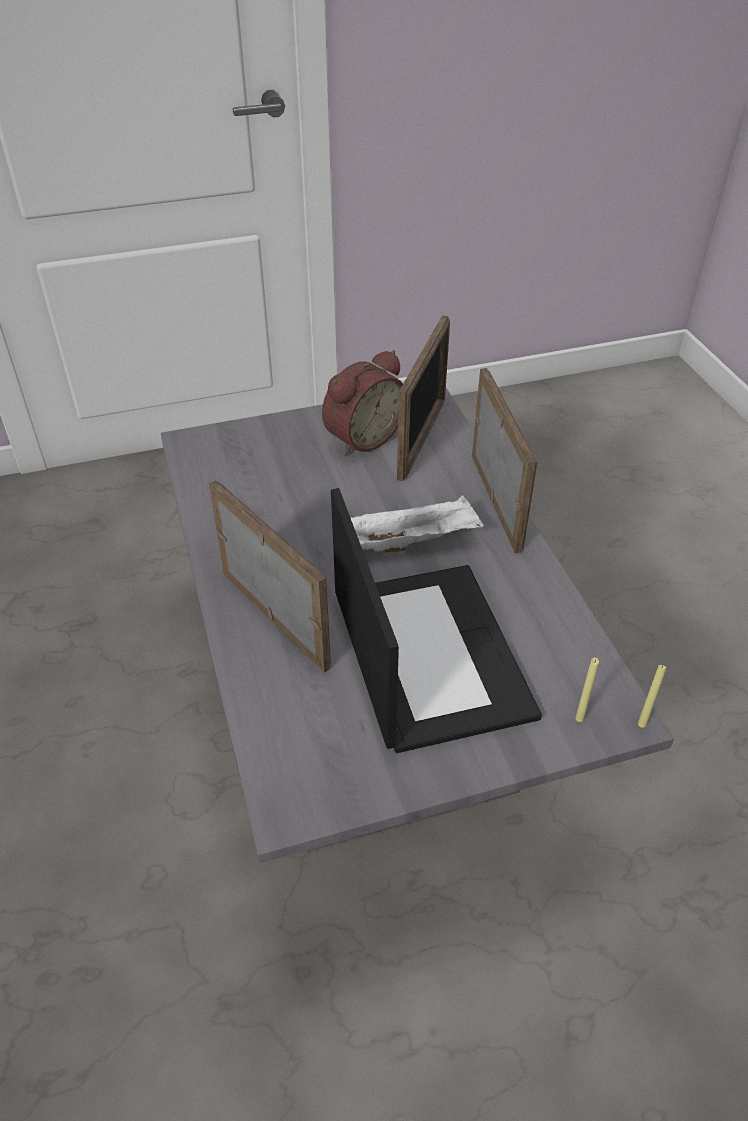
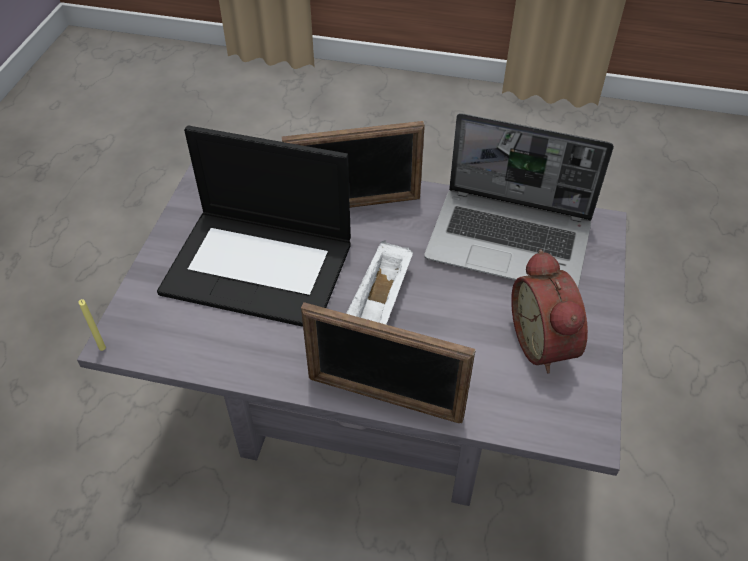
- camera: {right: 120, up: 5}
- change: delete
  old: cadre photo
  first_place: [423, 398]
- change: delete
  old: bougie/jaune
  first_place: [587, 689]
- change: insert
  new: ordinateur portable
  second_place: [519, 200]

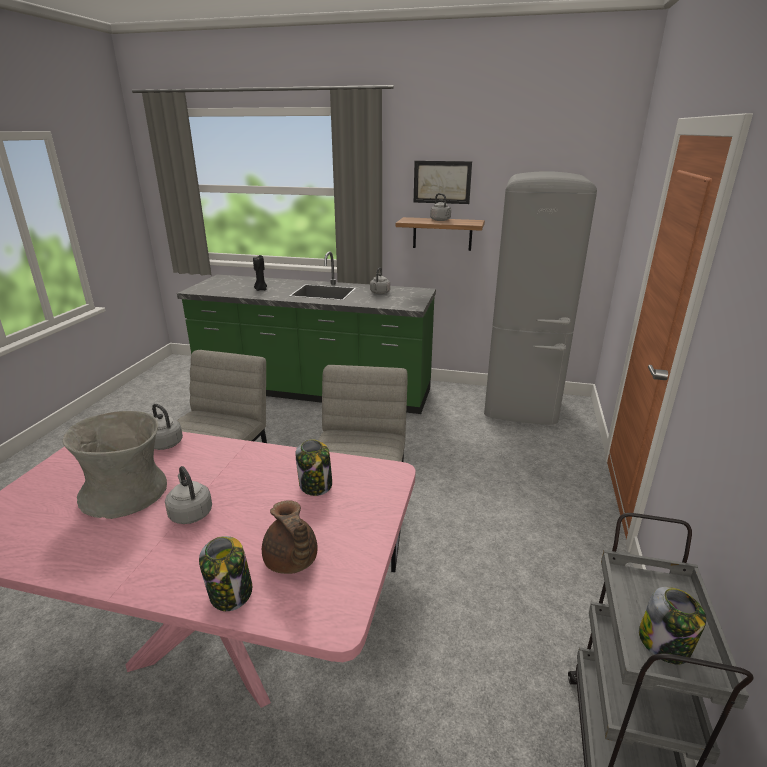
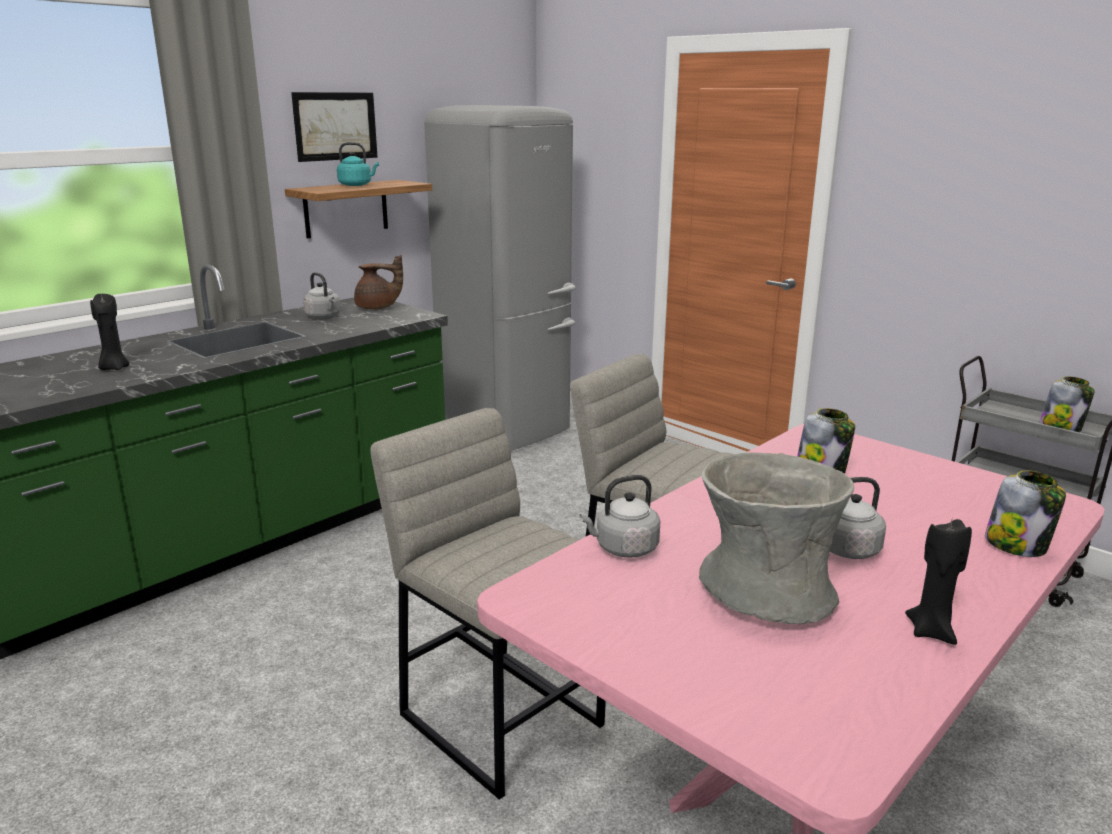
- camera: {right: -60, up: -5}
- change: recolor
  old: bouilloire/gris
  new: bouilloire/turquoise
  first_place: [440, 207]
  second_place: [358, 164]
- change: move
  old: théière/marron
  first_place: [290, 537]
  second_place: [378, 282]
- change: insert
  new: bougie/noir
  second_place: [938, 582]

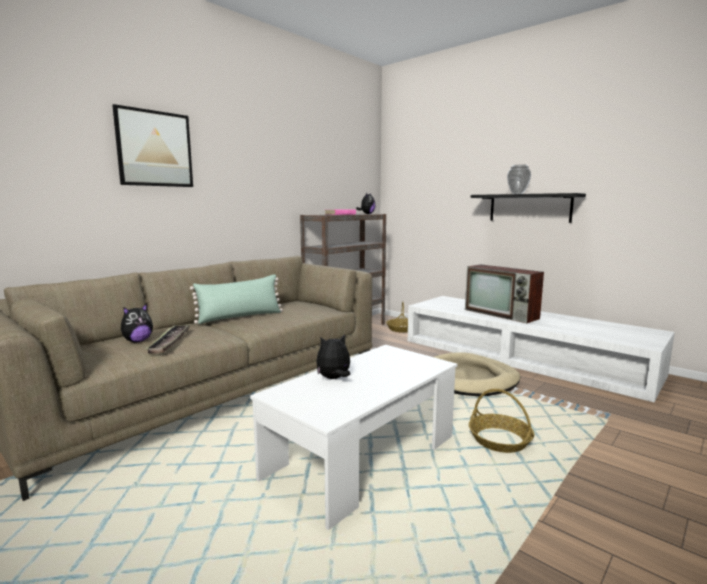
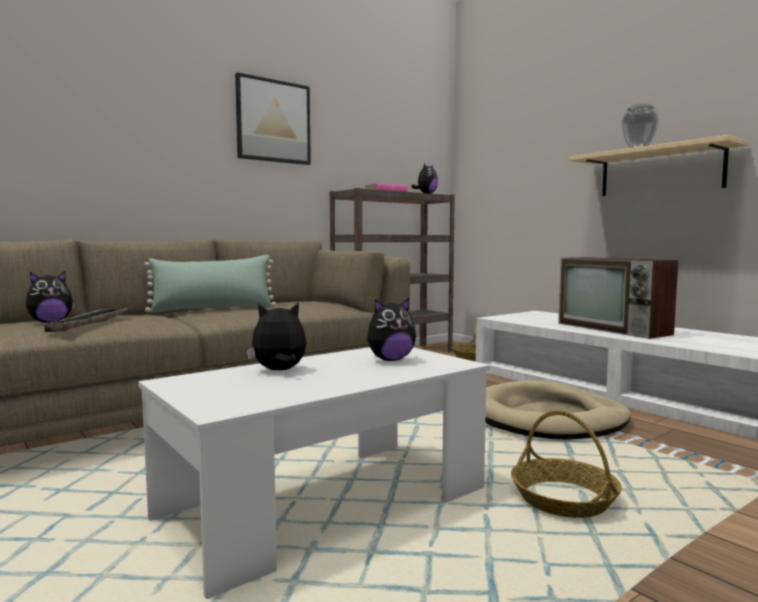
- camera: {right: 10, up: -5}
- change: move
  old: tableau
  first_place: [152, 145]
  second_place: [273, 118]
- change: recolor
  old: étagère/noir
  new: étagère/beige
  first_place: [528, 208]
  second_place: [658, 165]
- change: insert
  new: peluche
  second_place: [391, 329]

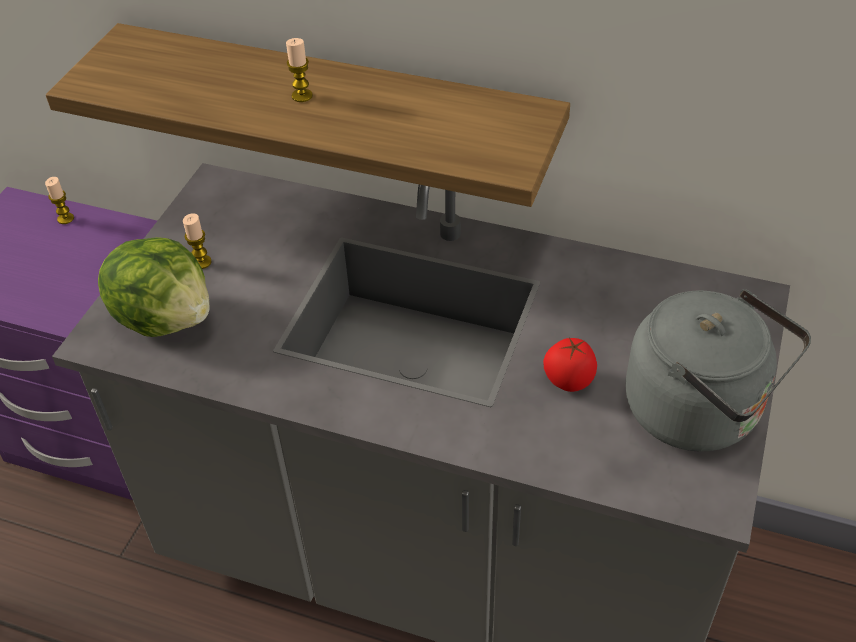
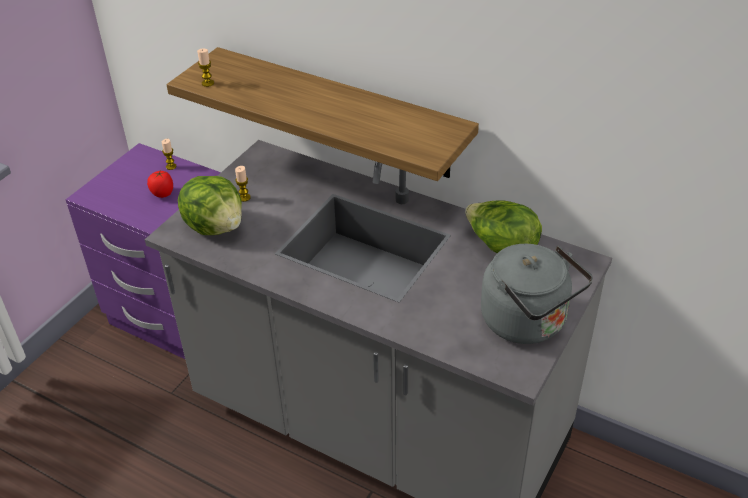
- camera: {right: 10, up: -5}
- change: move
  old: bougie
  first_place: [299, 70]
  second_place: [205, 68]
- change: move
  old: tomate
  first_place: [570, 365]
  second_place: [160, 184]
- change: insert
  new: laitue
  second_place: [503, 226]

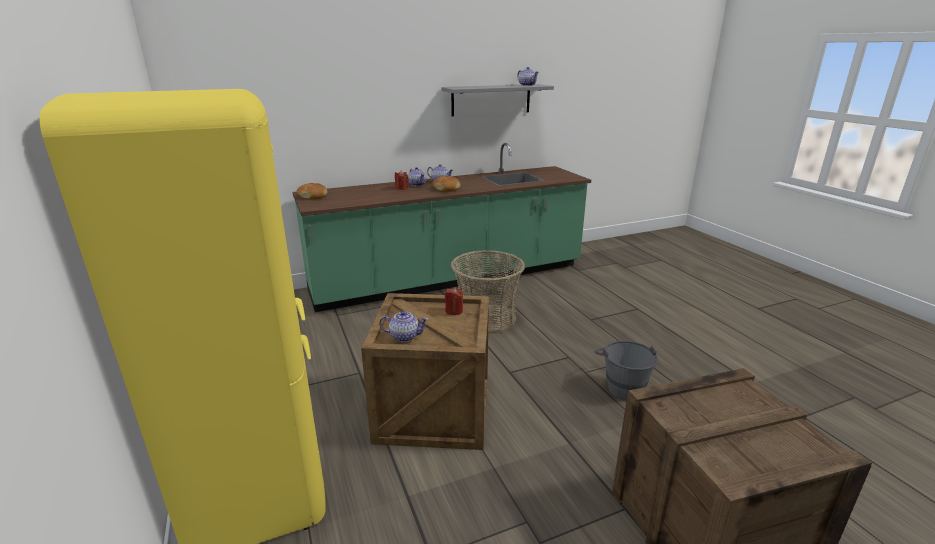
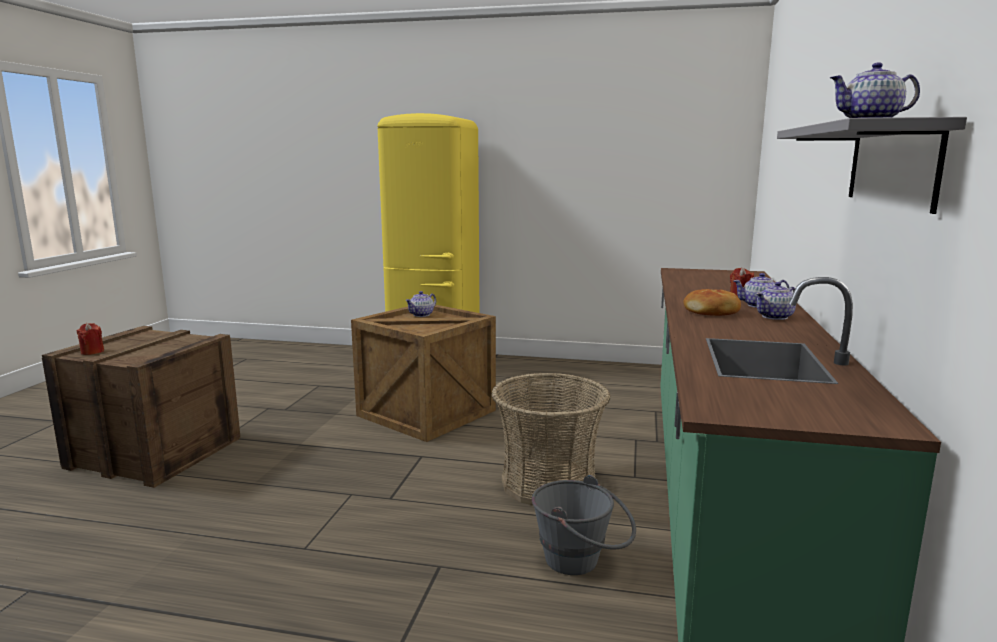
- camera: {right: 125, up: -10}
- change: delete
  old: pain
  first_place: [312, 191]
- change: move
  old: bougie/rouge
  first_place: [454, 301]
  second_place: [90, 339]
- change: move
  old: seau/gris
  first_place: [626, 370]
  second_place: [584, 525]

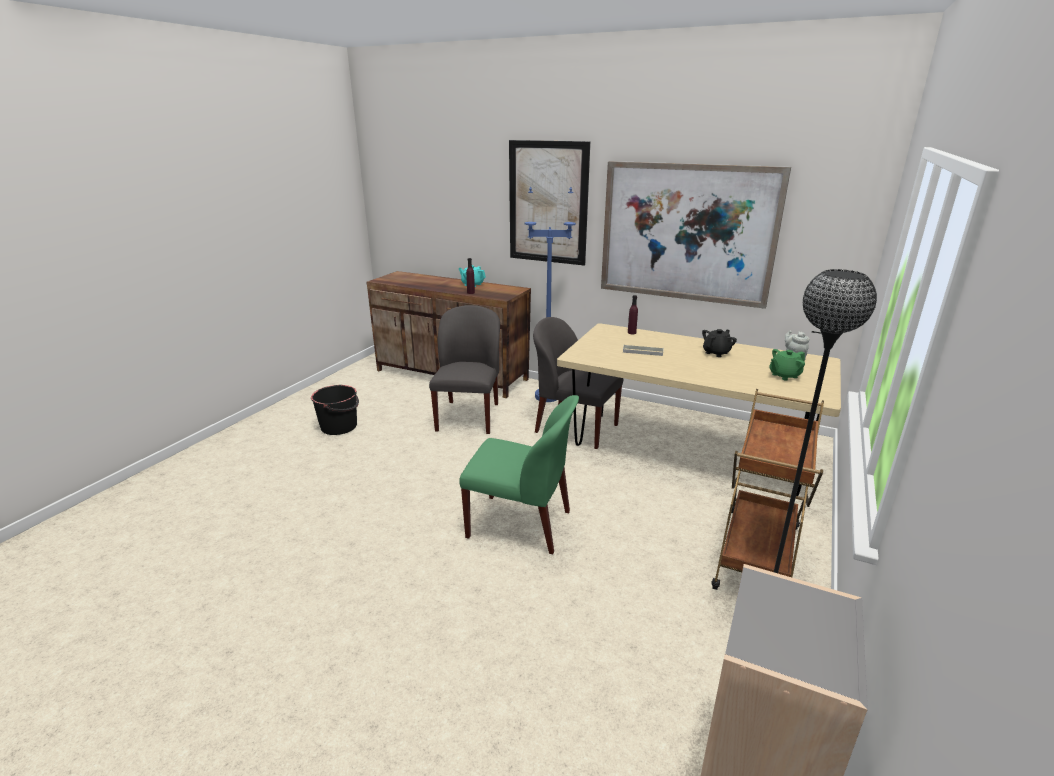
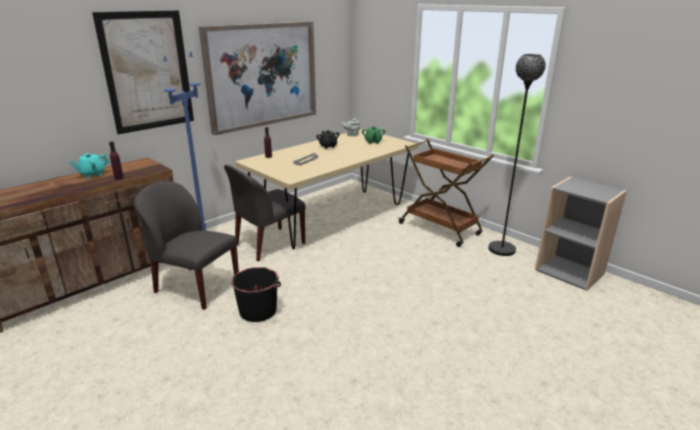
- camera: {right: -70, up: 0}
- change: move
  old: seau/noir
  first_place: [335, 410]
  second_place: [256, 294]
- change: delete
  old: chaise/vert
  first_place: [519, 474]

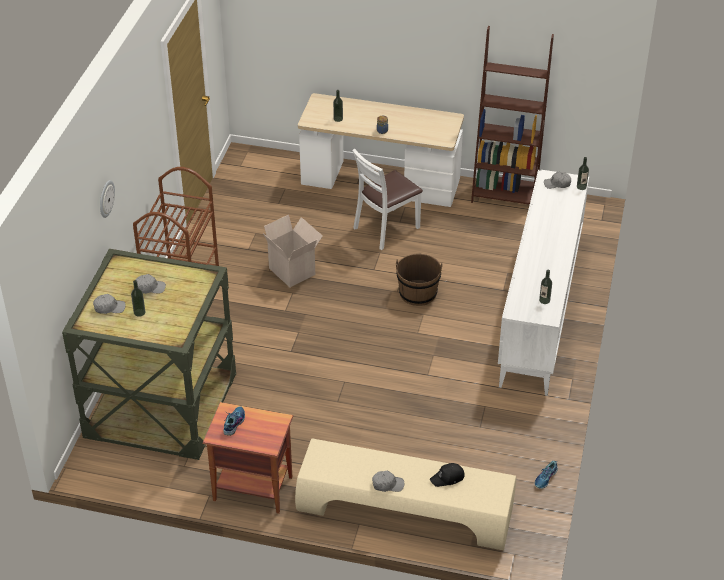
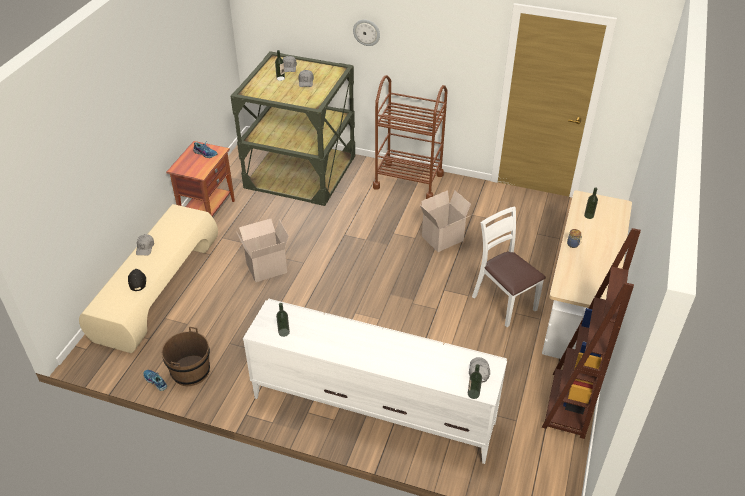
- camera: {right: 95, up: 0}
- change: move
  old: seau/marron
  first_place: [419, 280]
  second_place: [185, 356]
- change: insert
  new: carton
  second_place: [262, 250]

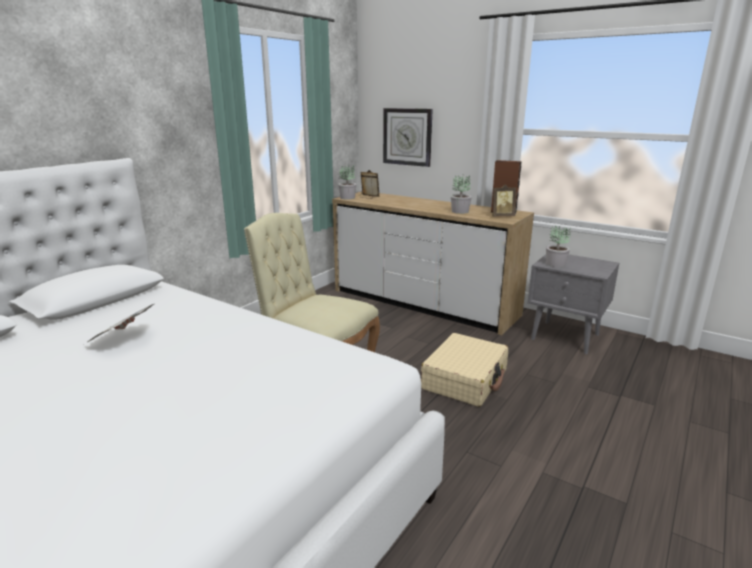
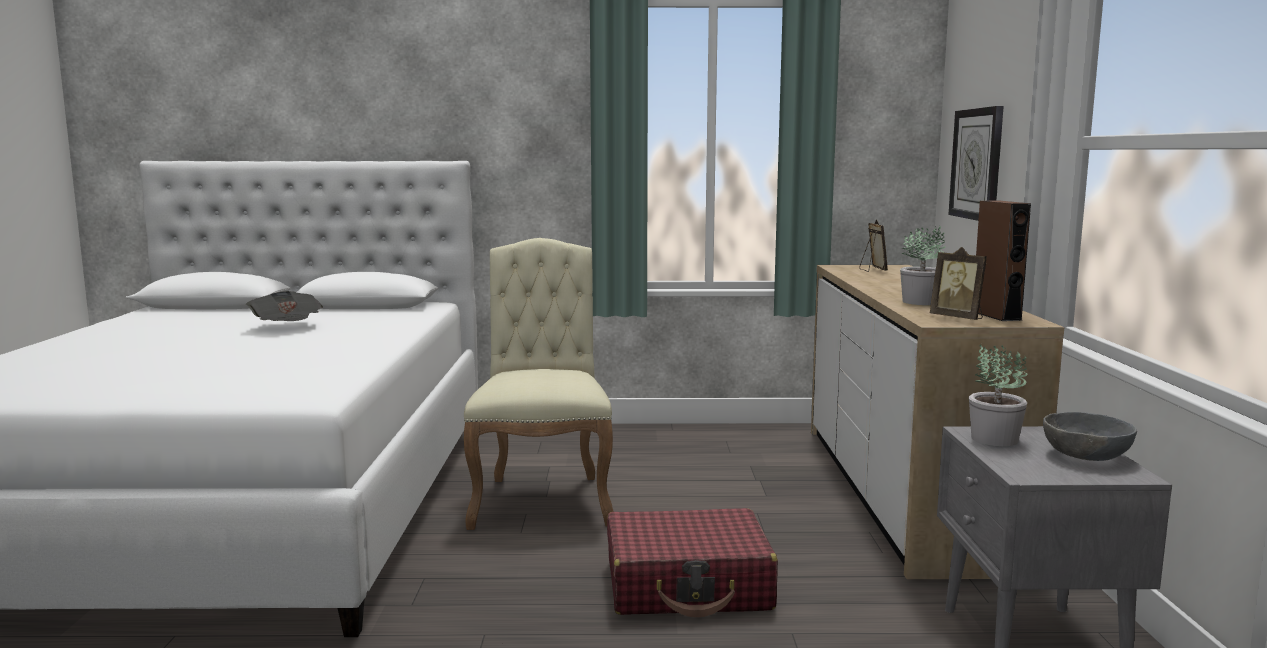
- camera: {right: 55, up: -10}
- change: delete
  old: plante en pot
  first_place: [347, 182]
- change: recolor
  old: valise/beige
  new: valise/rouge
  first_place: [464, 370]
  second_place: [692, 562]
- change: insert
  new: bol/gris
  second_place: [1090, 436]

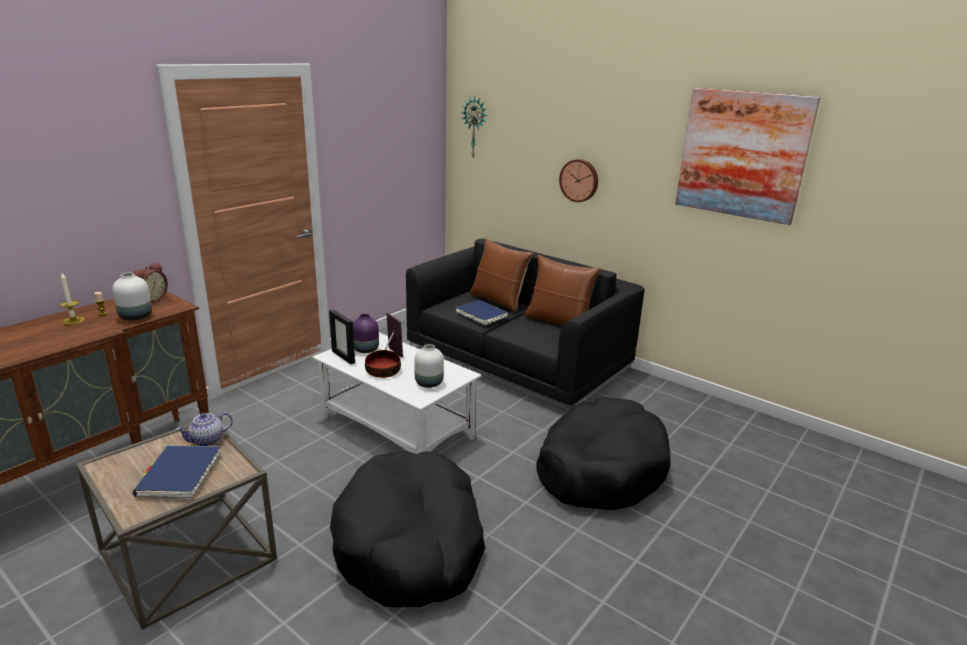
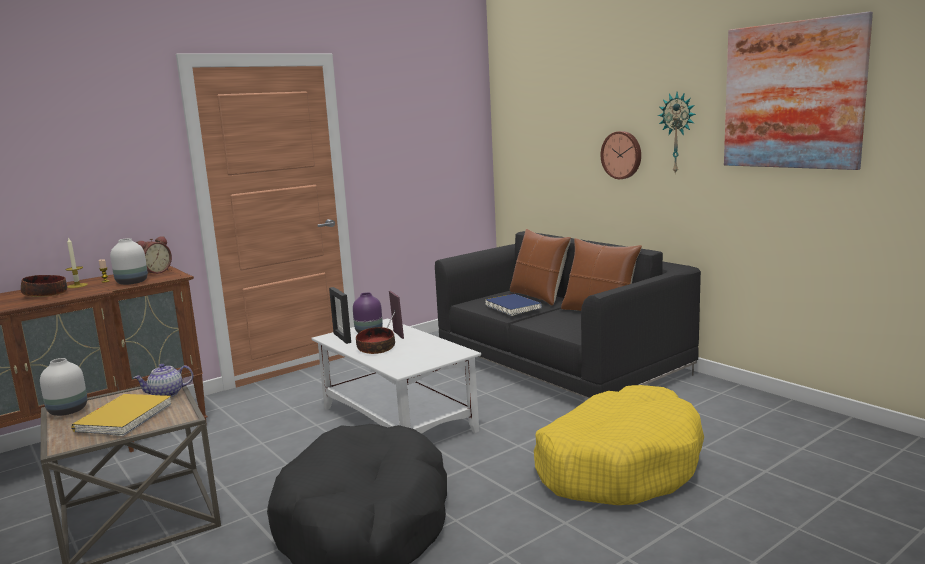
- camera: {right: 15, up: -10}
- change: move
  old: horloge murale
  first_place: [474, 126]
  second_place: [677, 133]
- change: move
  old: vase/blanc
  first_place: [429, 366]
  second_place: [63, 387]
- change: recolor
  old: panier pour chien/noir
  new: panier pour chien/jaune
  first_place: [603, 453]
  second_place: [619, 445]
- change: recolor
  old: livre/bleu
  new: livre/jaune
  first_place: [176, 472]
  second_place: [121, 415]
- change: insert
  new: bol
  second_place: [44, 286]

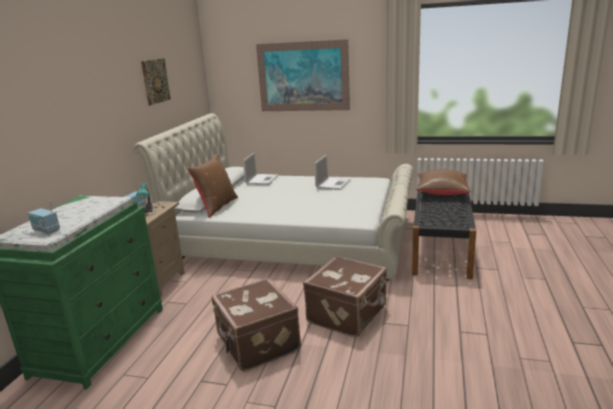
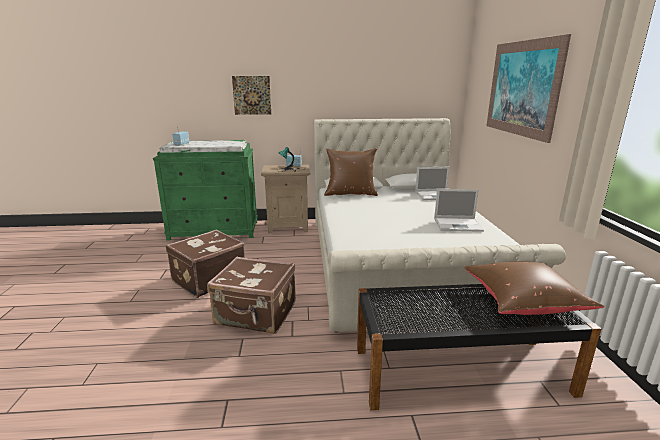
- camera: {right: 70, up: 0}
- change: move
  old: tableau
  first_place: [156, 82]
  second_place: [251, 95]

